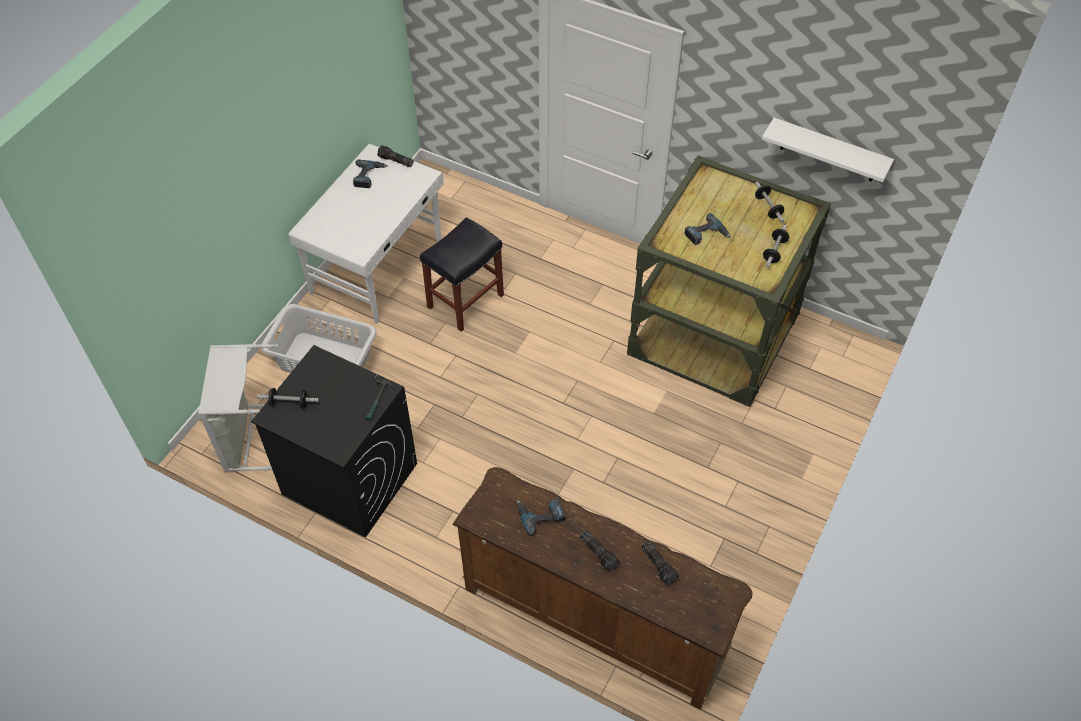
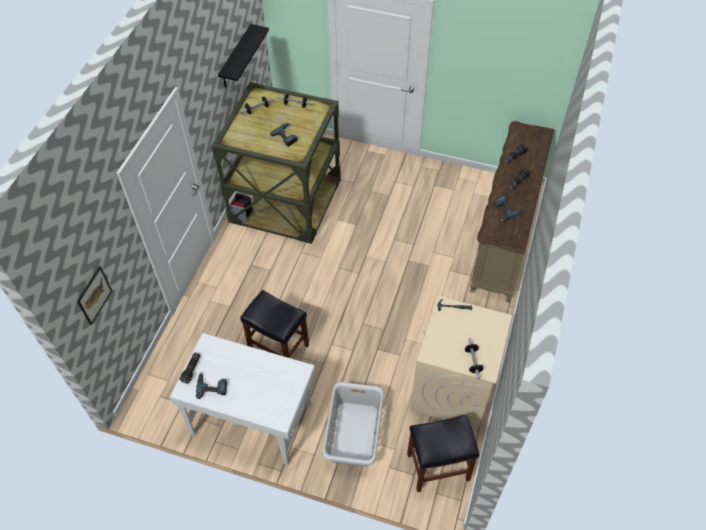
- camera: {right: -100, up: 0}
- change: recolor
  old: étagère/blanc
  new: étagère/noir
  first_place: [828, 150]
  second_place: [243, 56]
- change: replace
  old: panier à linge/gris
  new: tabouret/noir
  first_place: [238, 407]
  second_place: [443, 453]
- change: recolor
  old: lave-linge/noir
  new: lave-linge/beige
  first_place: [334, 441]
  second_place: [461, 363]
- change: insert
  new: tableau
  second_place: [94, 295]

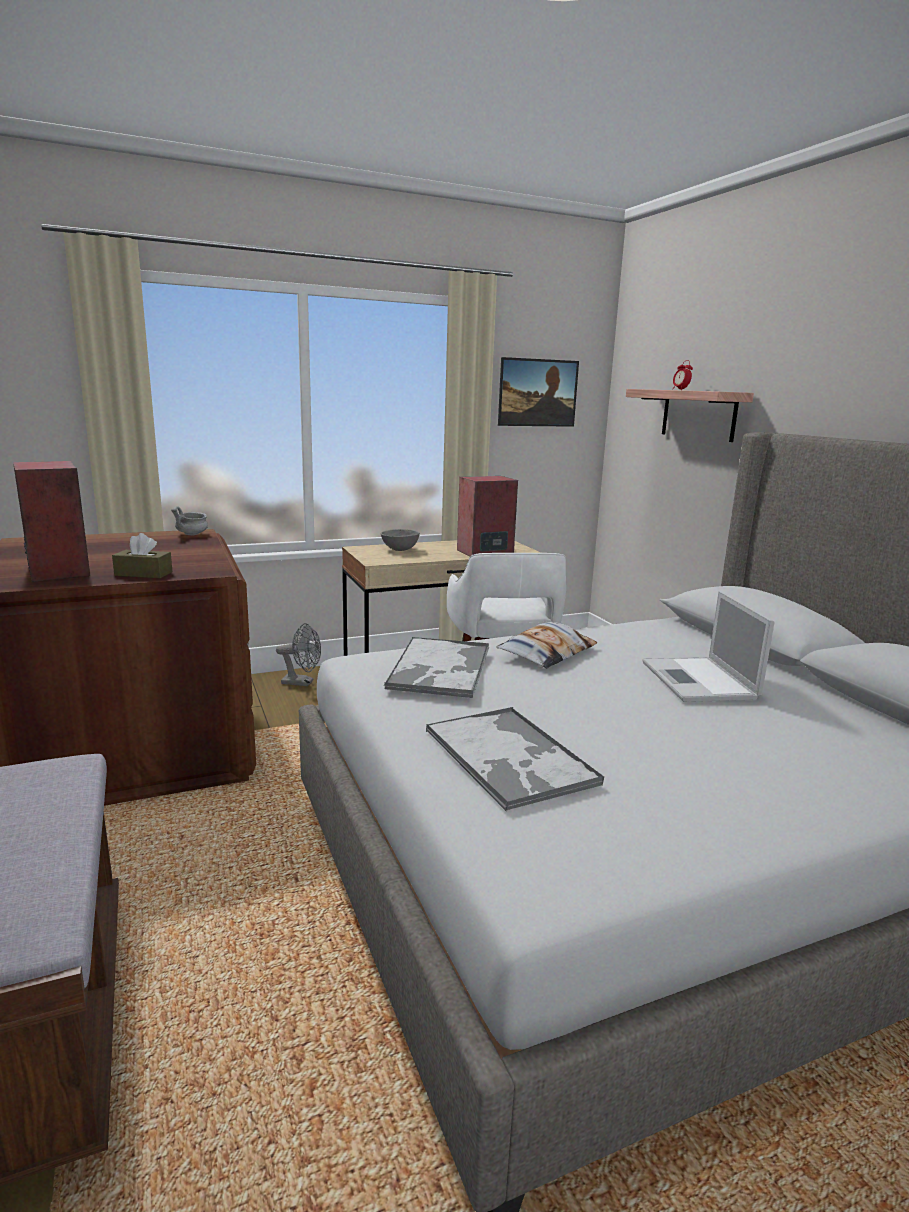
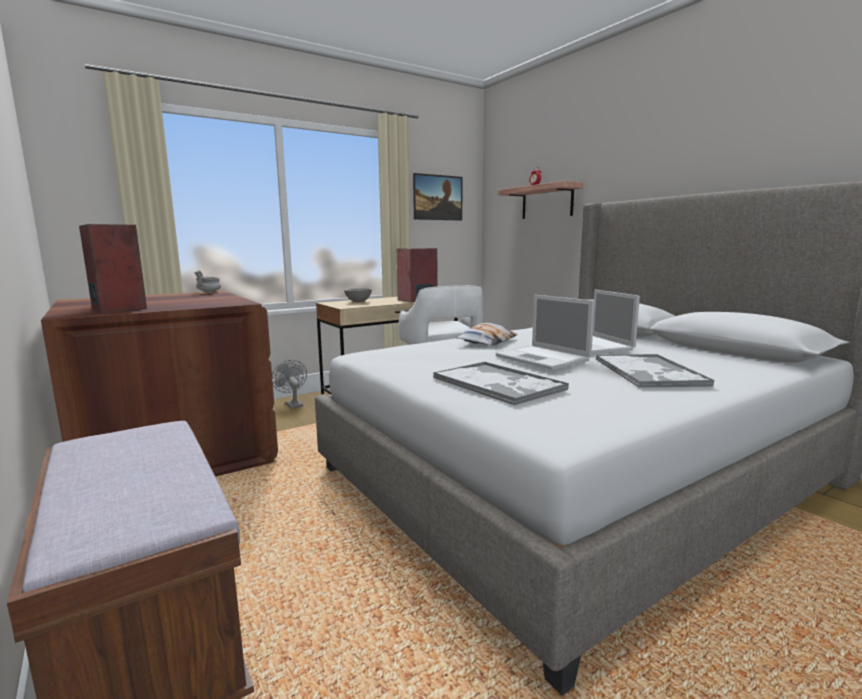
- camera: {right: -10, up: -5}
- change: delete
  old: boîte à mouchoirs/marron
  first_place: [142, 555]
- change: rotate
  old: ventilateur/gris
  first_place: [298, 654]
  second_place: [289, 384]
  degrees: -120
- change: move
  old: plateau
  first_place: [436, 667]
  second_place: [655, 371]
- change: insert
  new: ordinateur portable
  second_place: [545, 332]

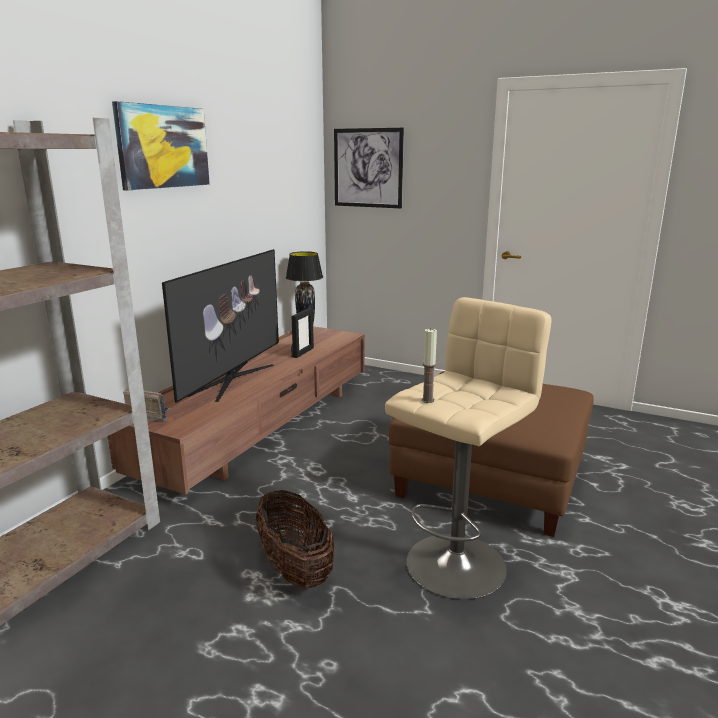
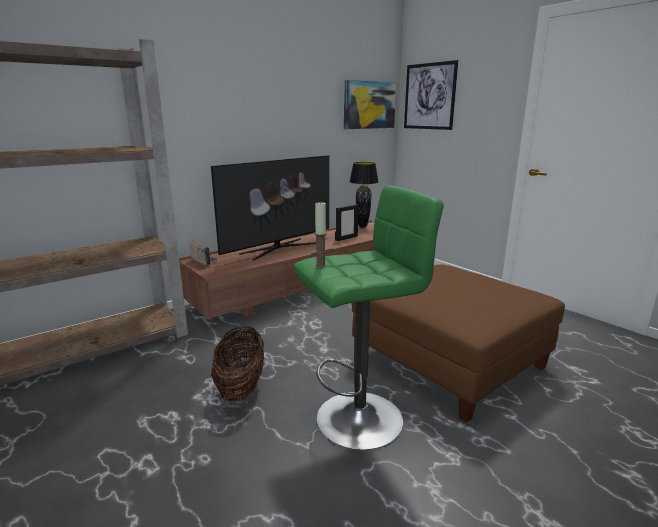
- camera: {right: 25, up: 0}
- change: move
  old: tableau
  first_place: [161, 146]
  second_place: [370, 104]
- change: recolor
  old: tabouret/beige
  new: tabouret/vert
  first_place: [468, 448]
  second_place: [369, 317]

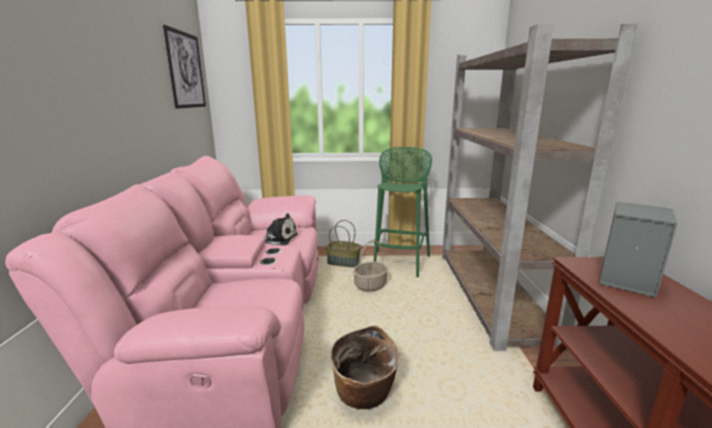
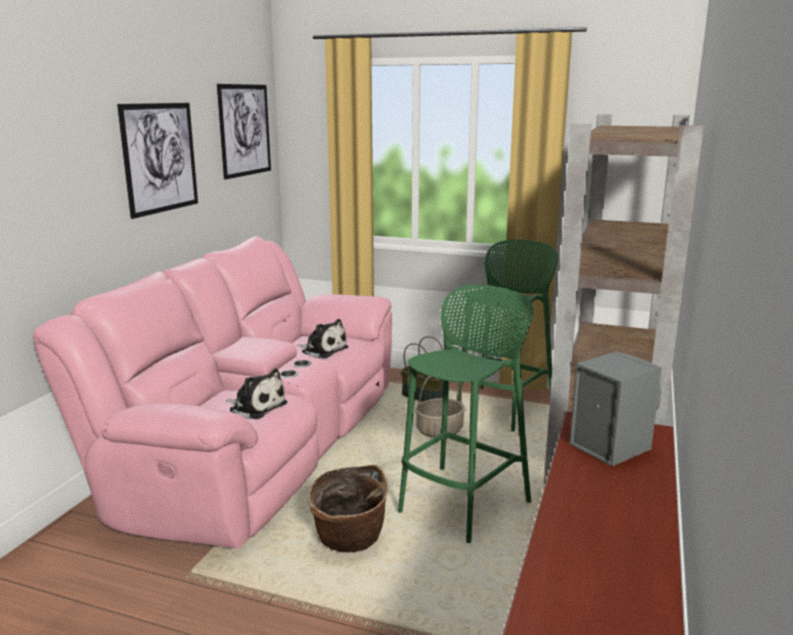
- camera: {right: 20, up: 0}
- change: insert
  new: tableau
  second_place: [157, 161]
- change: insert
  new: tabouret/vert
  second_place: [465, 413]
- change: insert
  new: peluche
  second_place: [257, 393]

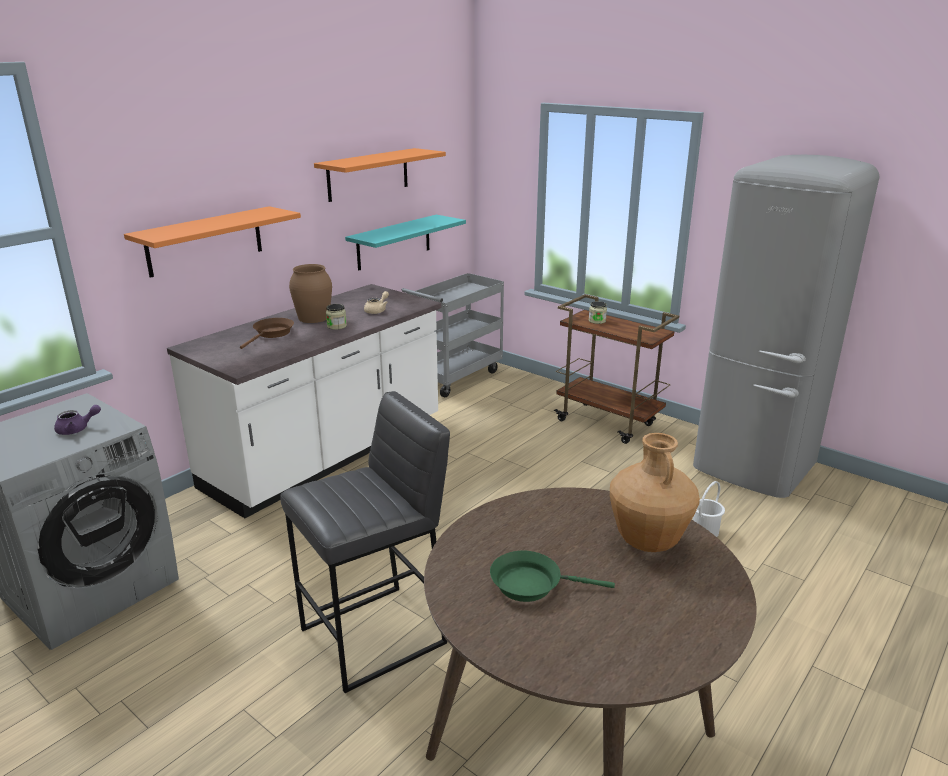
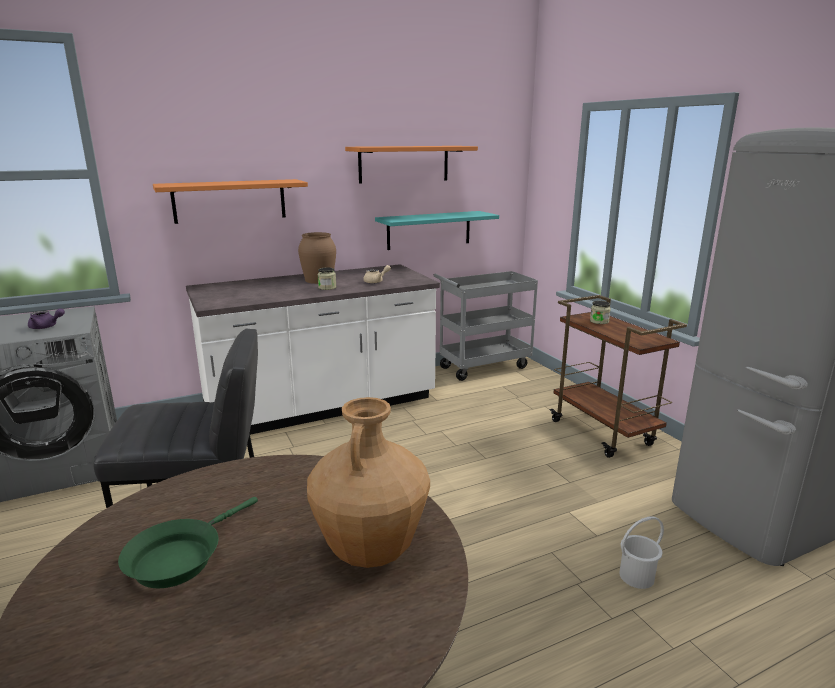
- camera: {right: 25, up: -5}
- change: delete
  old: poêle/marron
  first_place: [267, 333]
- change: rotate
  old: poêle/vert
  first_place: [552, 576]
  second_place: [188, 542]
  degrees: -90

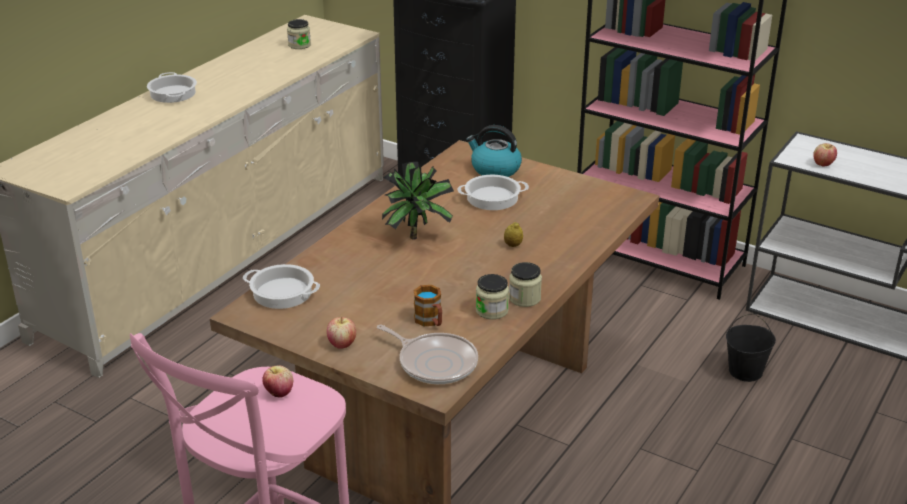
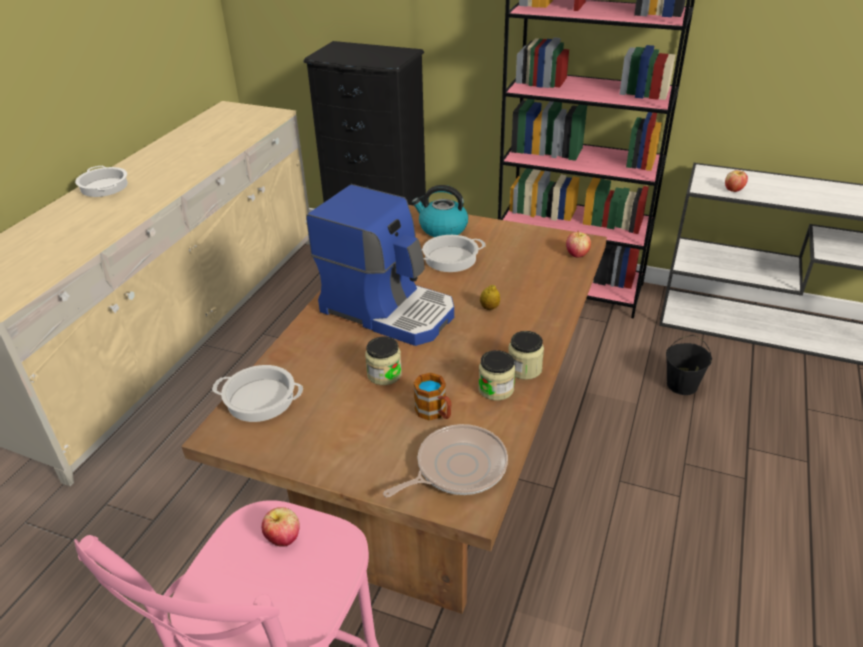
- camera: {right: -10, up: 5}
- change: move
  old: bocal
  first_place: [299, 34]
  second_place: [383, 360]
- change: replace
  old: plante en pot
  new: machine à café
  first_place: [418, 200]
  second_place: [380, 265]
- change: move
  old: pomme
  first_place: [341, 332]
  second_place: [578, 244]
- change: rotate
  old: poêle
  first_place: [427, 354]
  second_place: [445, 460]
  degrees: -60

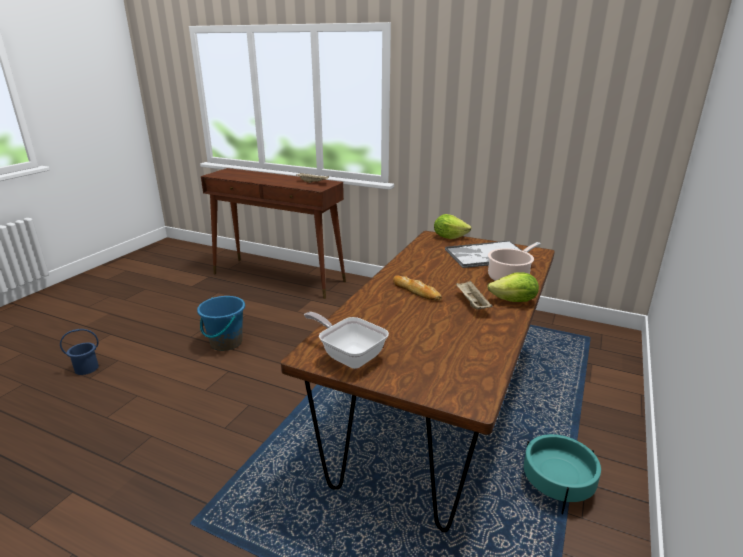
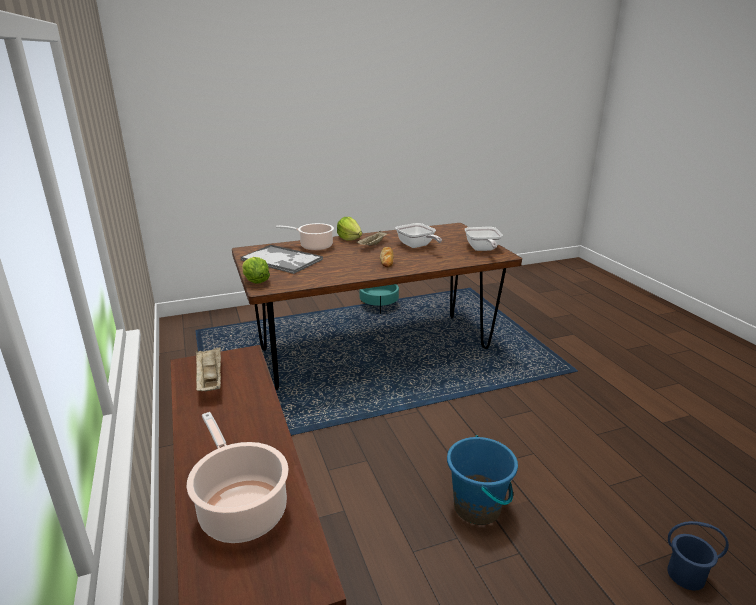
- camera: {right: -135, up: 0}
- change: insert
  new: poêle
  second_place: [418, 235]
- change: insert
  new: marmite
  second_place: [237, 477]

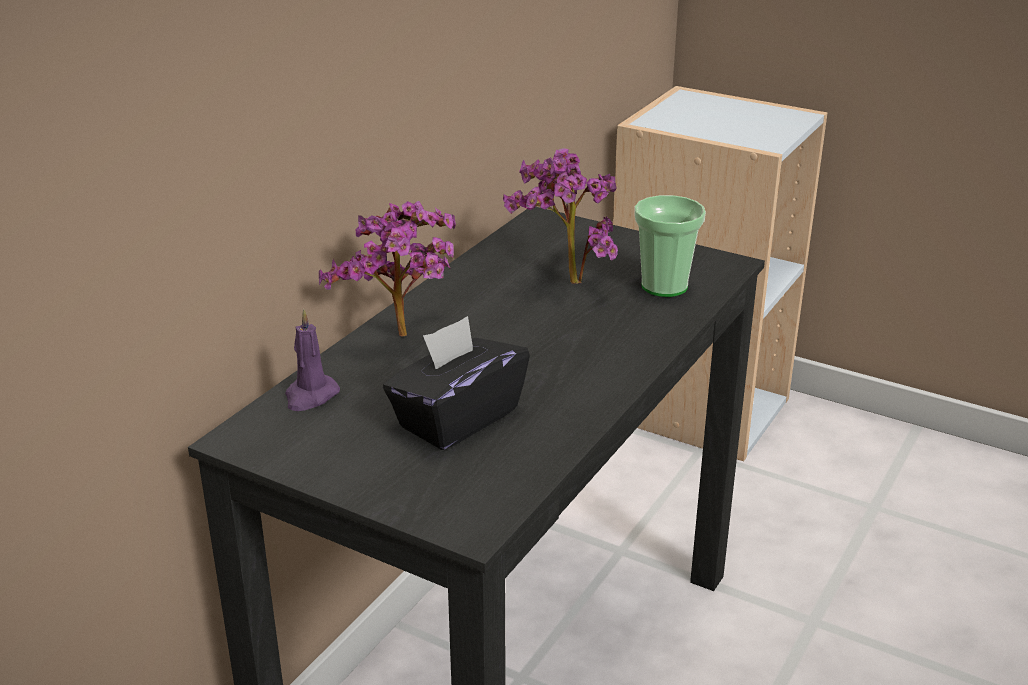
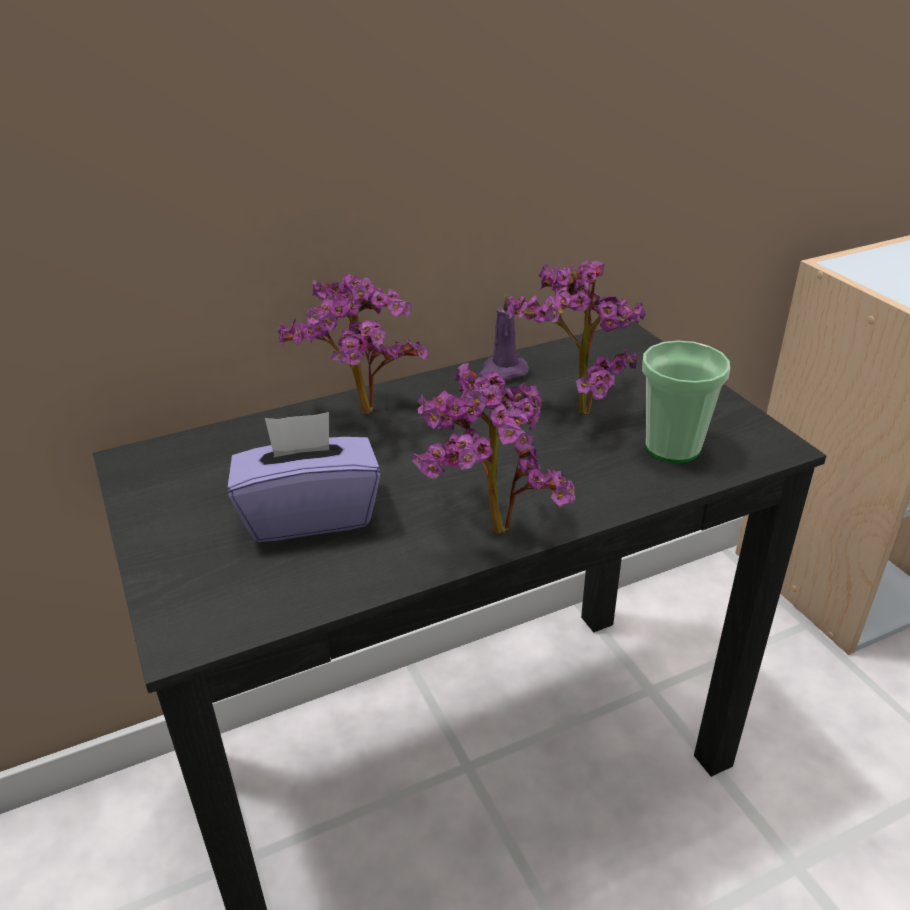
- camera: {right: 35, up: 5}
- change: move
  old: bougie/violet
  first_place: [312, 360]
  second_place: [503, 337]
- change: recolor
  old: boîte à mouchoirs/noir
  new: boîte à mouchoirs/violet
  first_place: [456, 383]
  second_place: [304, 477]
- change: insert
  new: plante en pot
  second_place: [493, 448]

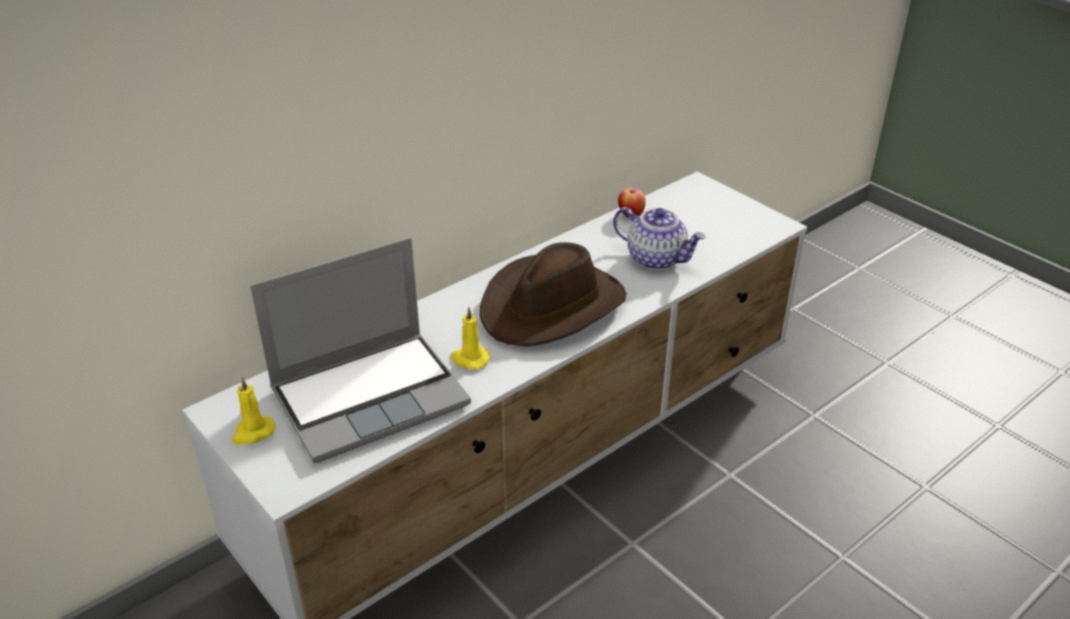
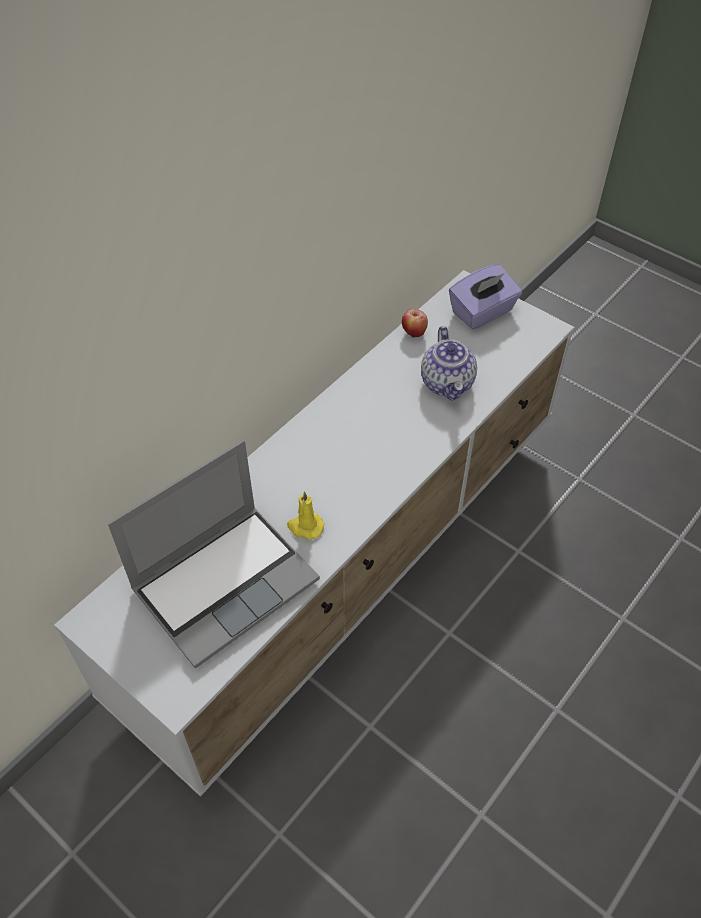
- camera: {right: -10, up: 15}
- change: rotate
  old: théière
  first_place: [659, 238]
  second_place: [449, 363]
  degrees: 60
- change: delete
  old: chapeau/marron
  first_place: [553, 294]
- change: delete
  old: bougie/jaune
  first_place: [253, 411]
- change: insert
  new: boîte à mouchoirs/violet
  second_place: [485, 296]

